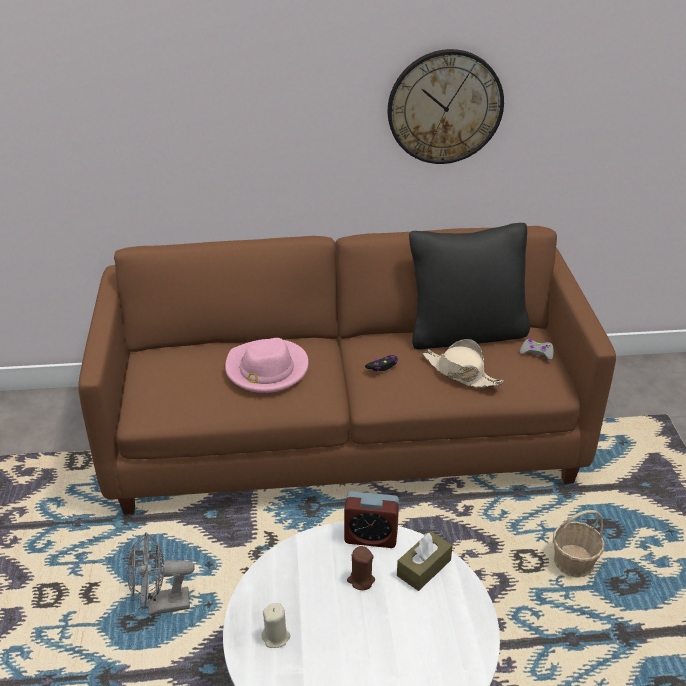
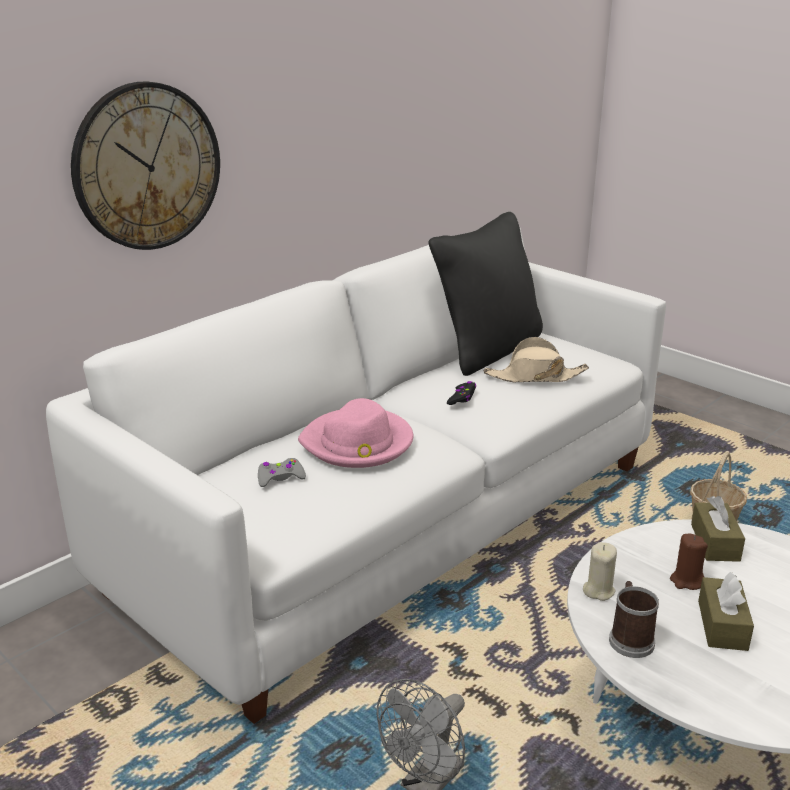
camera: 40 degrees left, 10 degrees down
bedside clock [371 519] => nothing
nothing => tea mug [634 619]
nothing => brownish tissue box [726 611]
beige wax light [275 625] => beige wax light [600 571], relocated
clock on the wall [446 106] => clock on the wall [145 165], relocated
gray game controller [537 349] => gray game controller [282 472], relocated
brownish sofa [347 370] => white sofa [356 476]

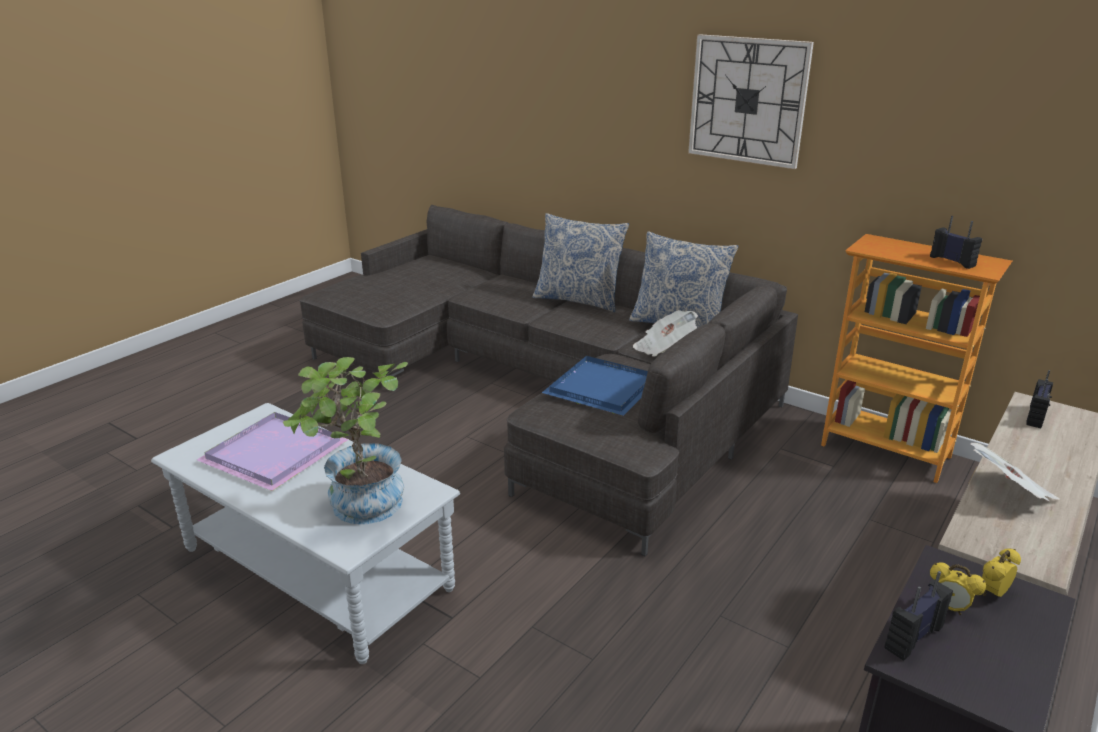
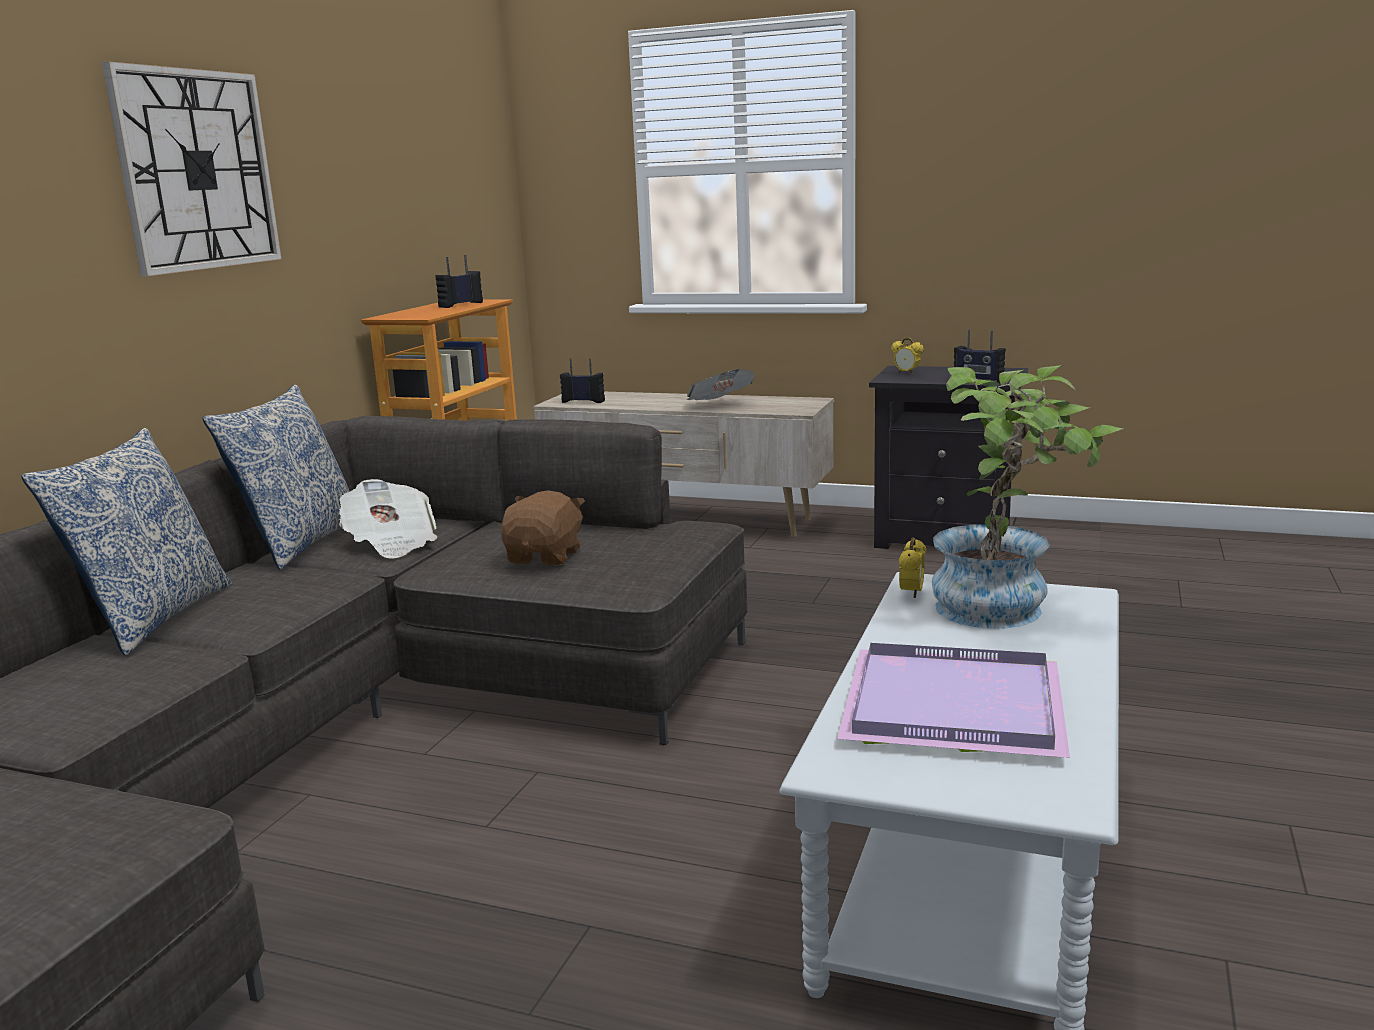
camera: 105 degrees left, 10 degrees down
bedside clock [958 588] => bedside clock [912 567], relocated
blue-coloured tray [595 386] => brownish soft toy [543 528]

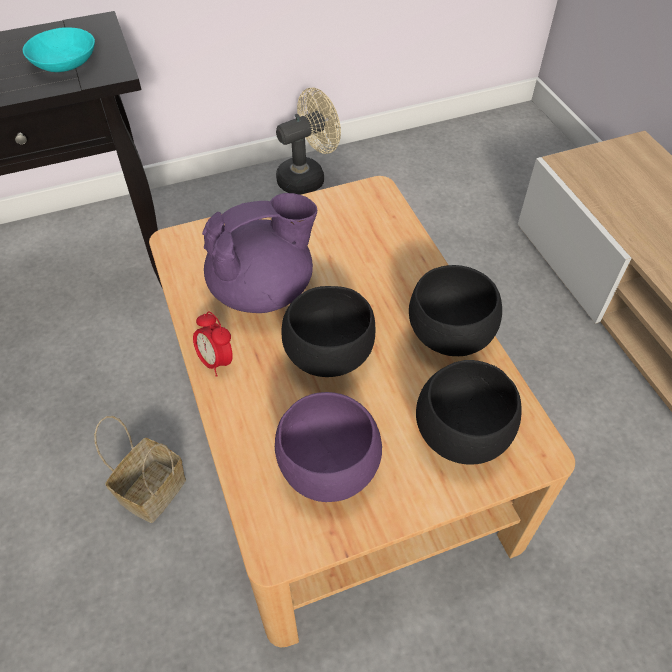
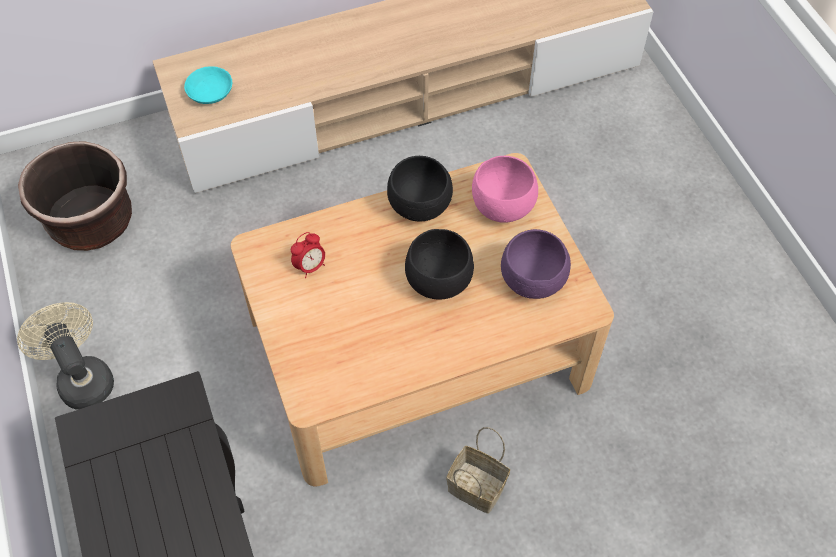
camera: 90 degrees left, 5 degrees up
purplish tea pot [259 253] => nothing
nothing => brownish planter [75 196]
blue-green bowl [59 49] => blue-green bowl [208 85], relocated
bedside clock [213 344] => bedside clock [308 255], relocated
blackish bowl [469 412] => pink-coloured bowl [505 189]

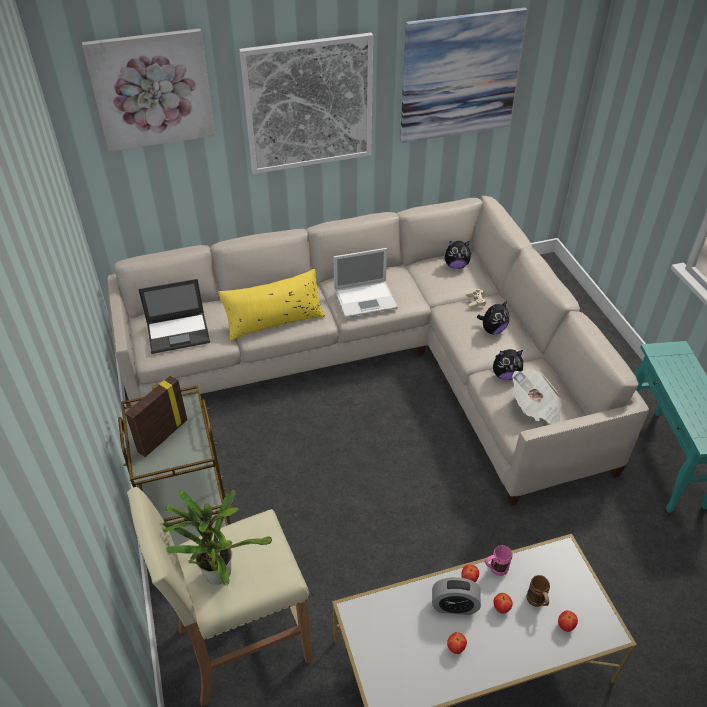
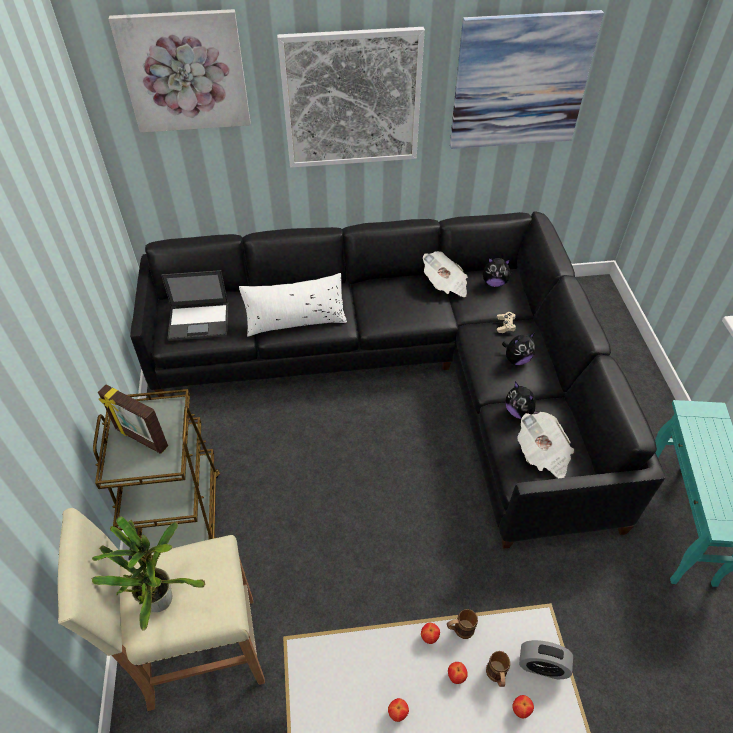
camera: 10 degrees right, 5 degrees up
laptop [365 283] => nothing
nothing => newspaper [445 274]
bedside clock [456 596] => bedside clock [546 659], relocated
beige sofa [378 351] => blackish sofa [397 380]
yellow-coloured pillow [271 305] => white pillow [293 305]
pink-coloured tea mug [498 560] => brownish tea mug [462 624]
photo frame [156 416] => photo frame [133 419], 105 degrees counterclockwise
soft toy [508 364] => soft toy [522 400], 45 degrees clockwise

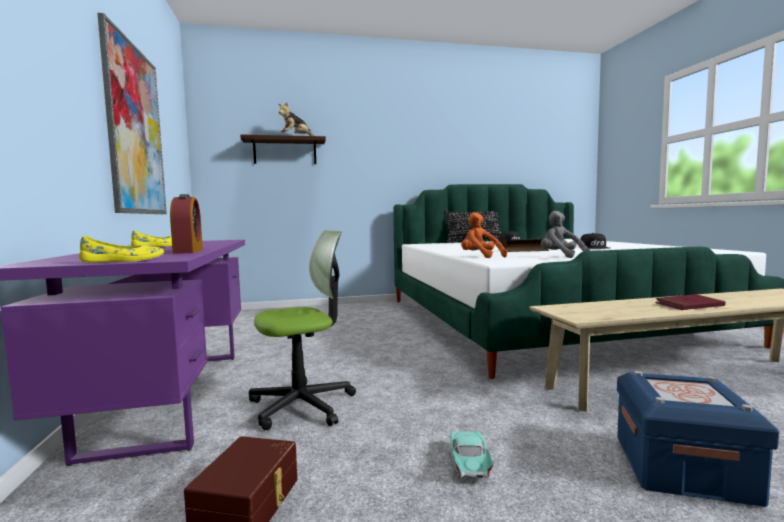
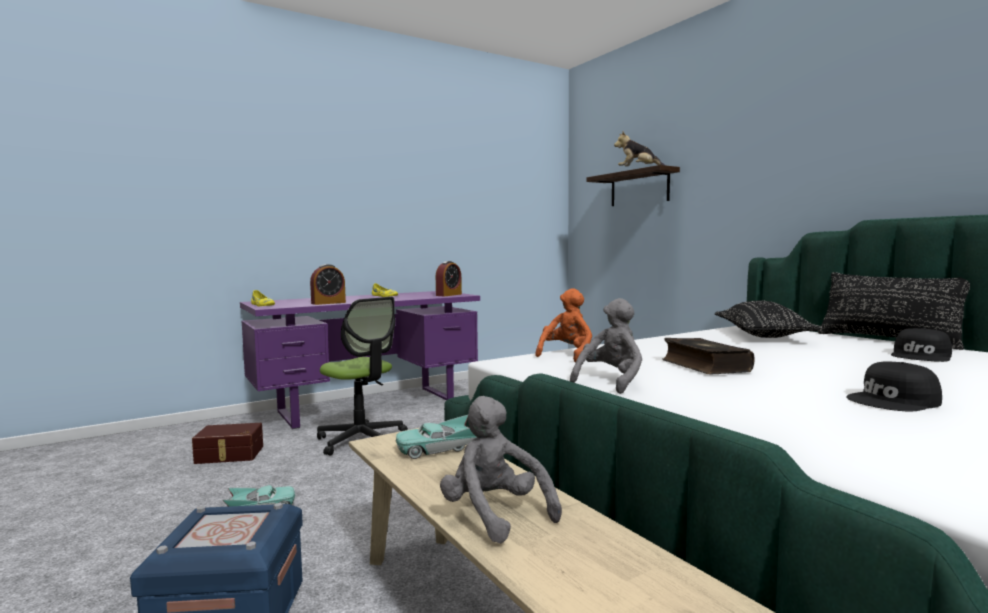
camera: 70 degrees right, 0 degrees up
picture [132 113] => nothing
nothing => blue-green miniature car [436 437]
nothing => bedside clock [449 278]
nothing => blackish pillow [769 319]
red bound book [690 302] => gray soft toy [501 470]

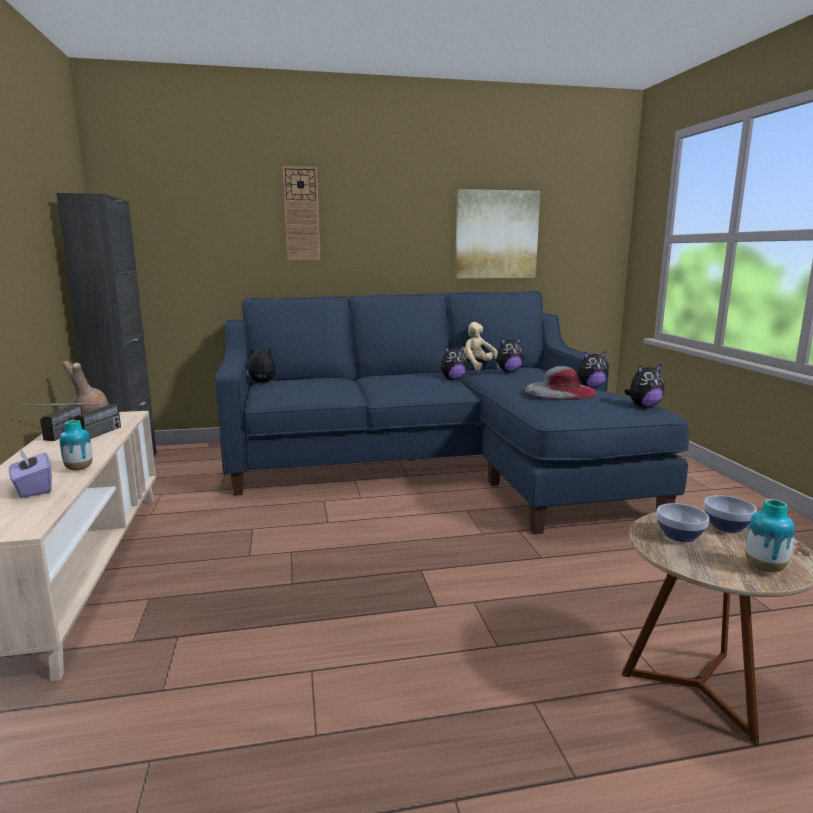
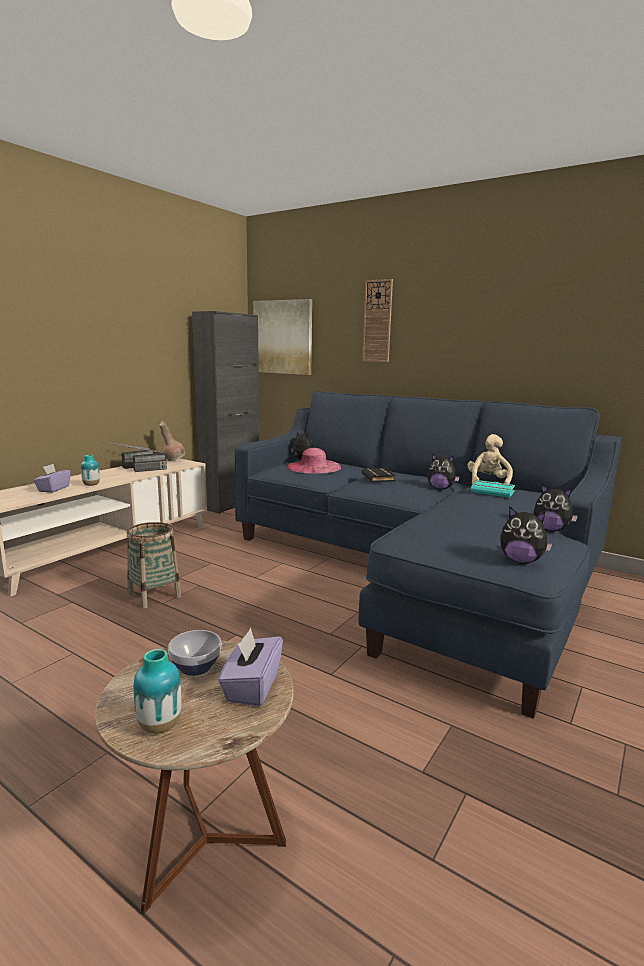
camera: 45 degrees right, 0 degrees up
gray hat [561 383] => nothing
nothing => household basket [154 565]
nothing => pink-coloured hat [314 461]
nothing => blackish bound book [378 475]
picture [497 233] => picture [282 337], relocated
soft toy [509 354] => blue-green bound book [493 489]
bowl [730 514] => purplish tissue box [250 667]

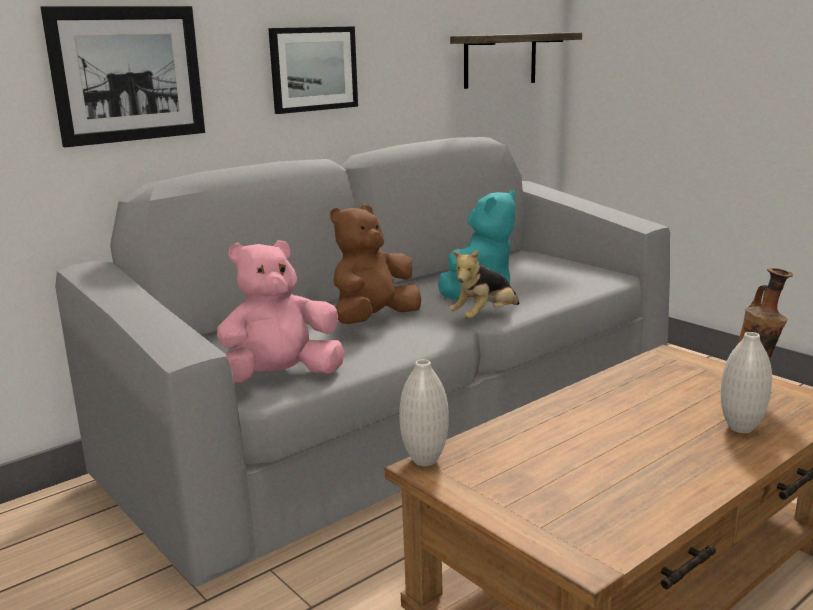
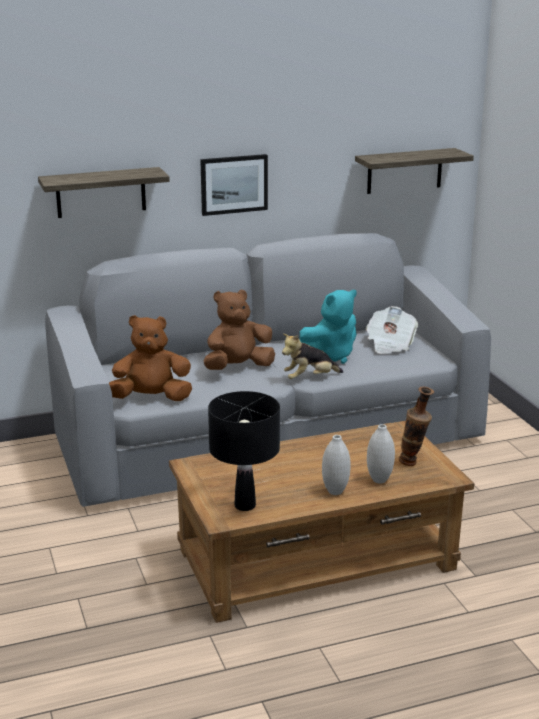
camera: 20 degrees right, 5 degrees up
nothing => blackish lamp for a table [244 451]
nothing => newspaper [392 330]
white vase [424 412] => white vase [336 465], relocated
picture [123 76] => shelf [104 192]
pink-coloured soft toy [281 311] => brownish soft toy [150 358]

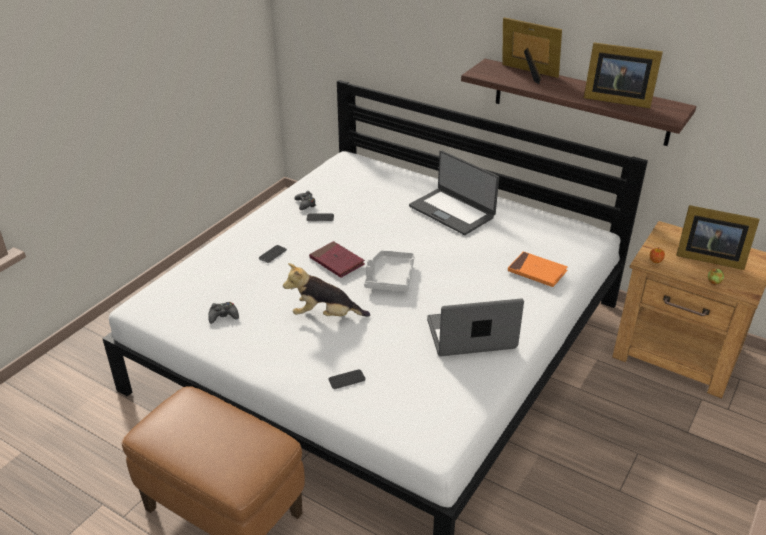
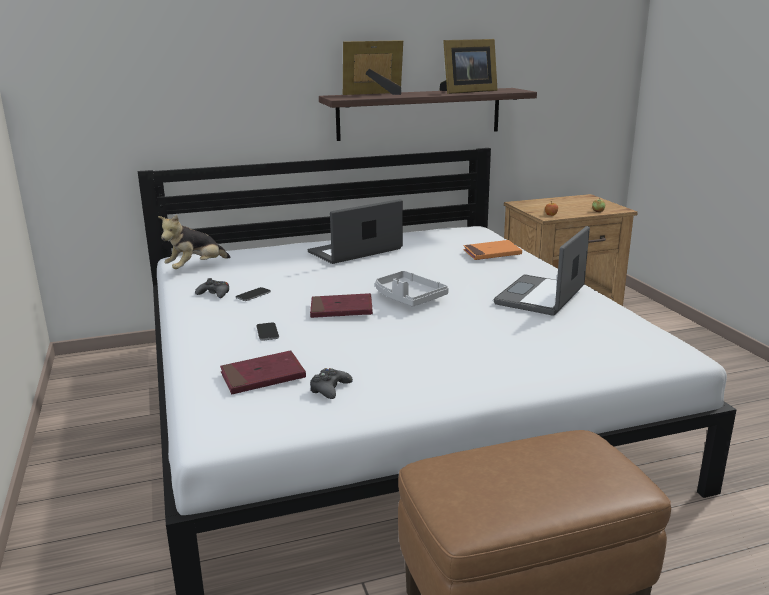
camera: 50 degrees left, 15 degrees down
phone [347 379] => nothing
photo frame [718 237] => nothing
nothing => red bound book [263 372]
soft toy [326 289] => soft toy [194 242], relocated
laptop [454 192] => laptop [355 231], 150 degrees clockwise

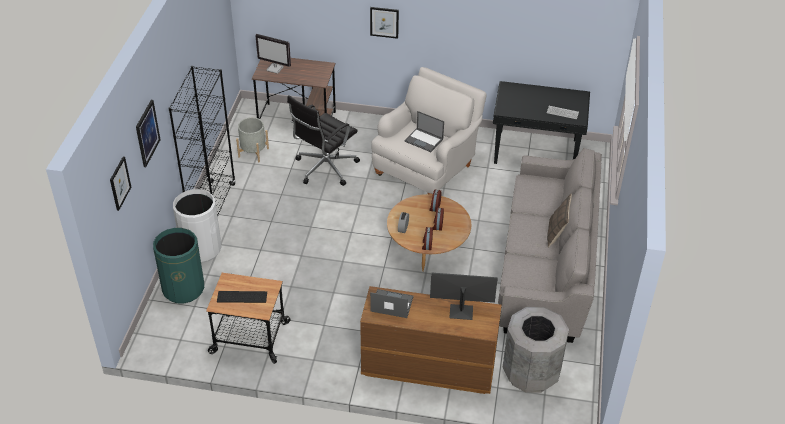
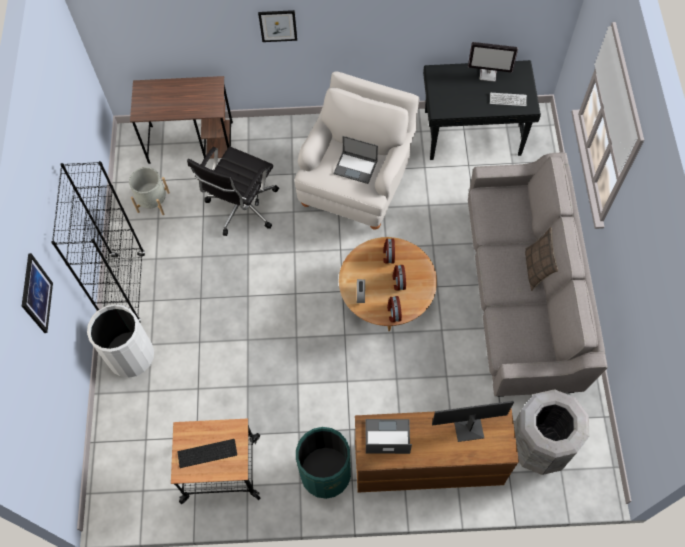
camera: 10 degrees left, 20 degrees up
picture [120 183] => nothing
greenish waste bin [178 265] => greenish waste bin [323 463], relocated
computer display [273 53] => computer display [493 62], relocated

